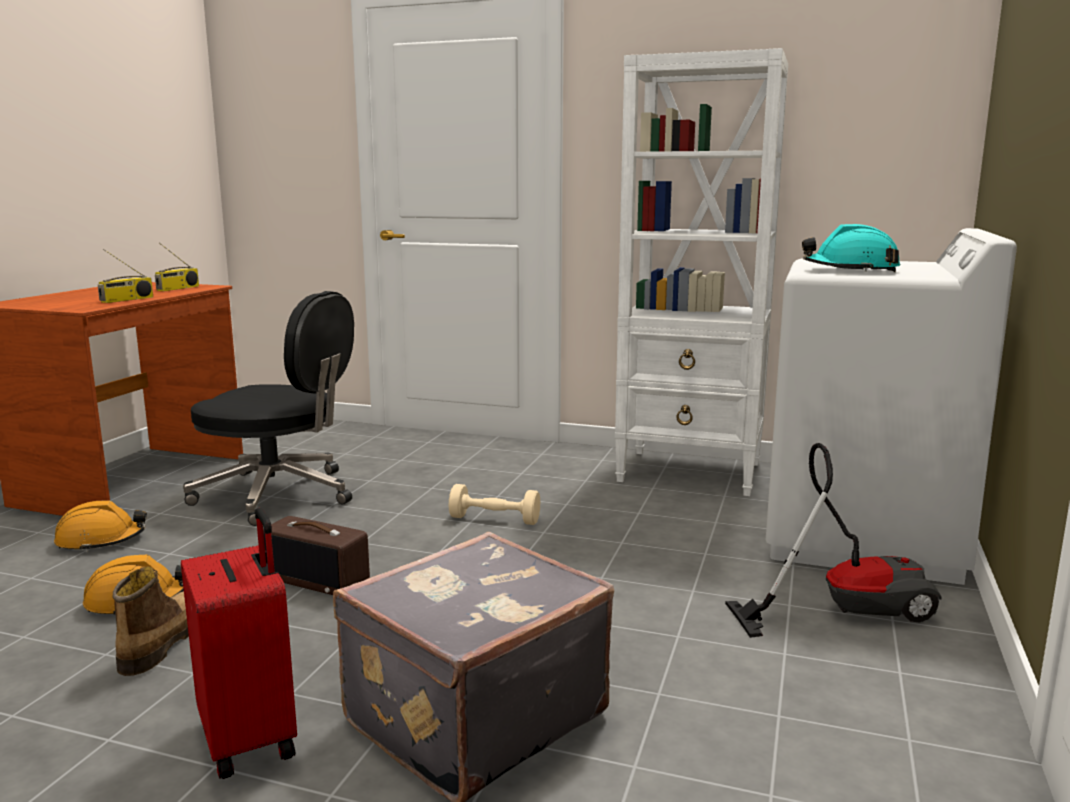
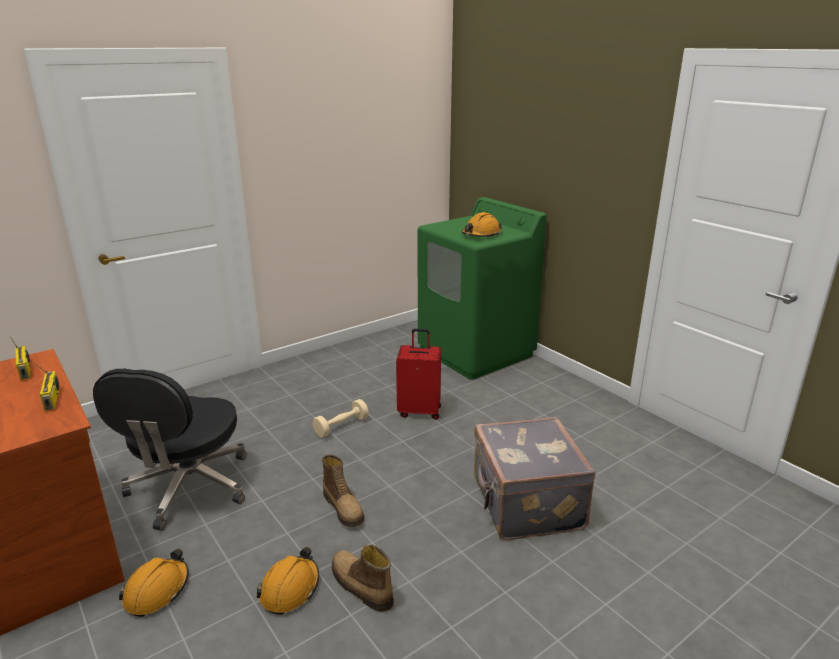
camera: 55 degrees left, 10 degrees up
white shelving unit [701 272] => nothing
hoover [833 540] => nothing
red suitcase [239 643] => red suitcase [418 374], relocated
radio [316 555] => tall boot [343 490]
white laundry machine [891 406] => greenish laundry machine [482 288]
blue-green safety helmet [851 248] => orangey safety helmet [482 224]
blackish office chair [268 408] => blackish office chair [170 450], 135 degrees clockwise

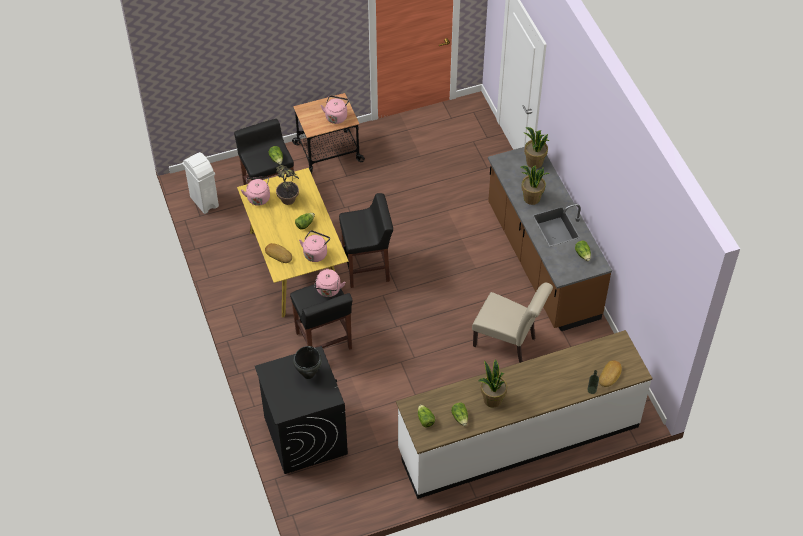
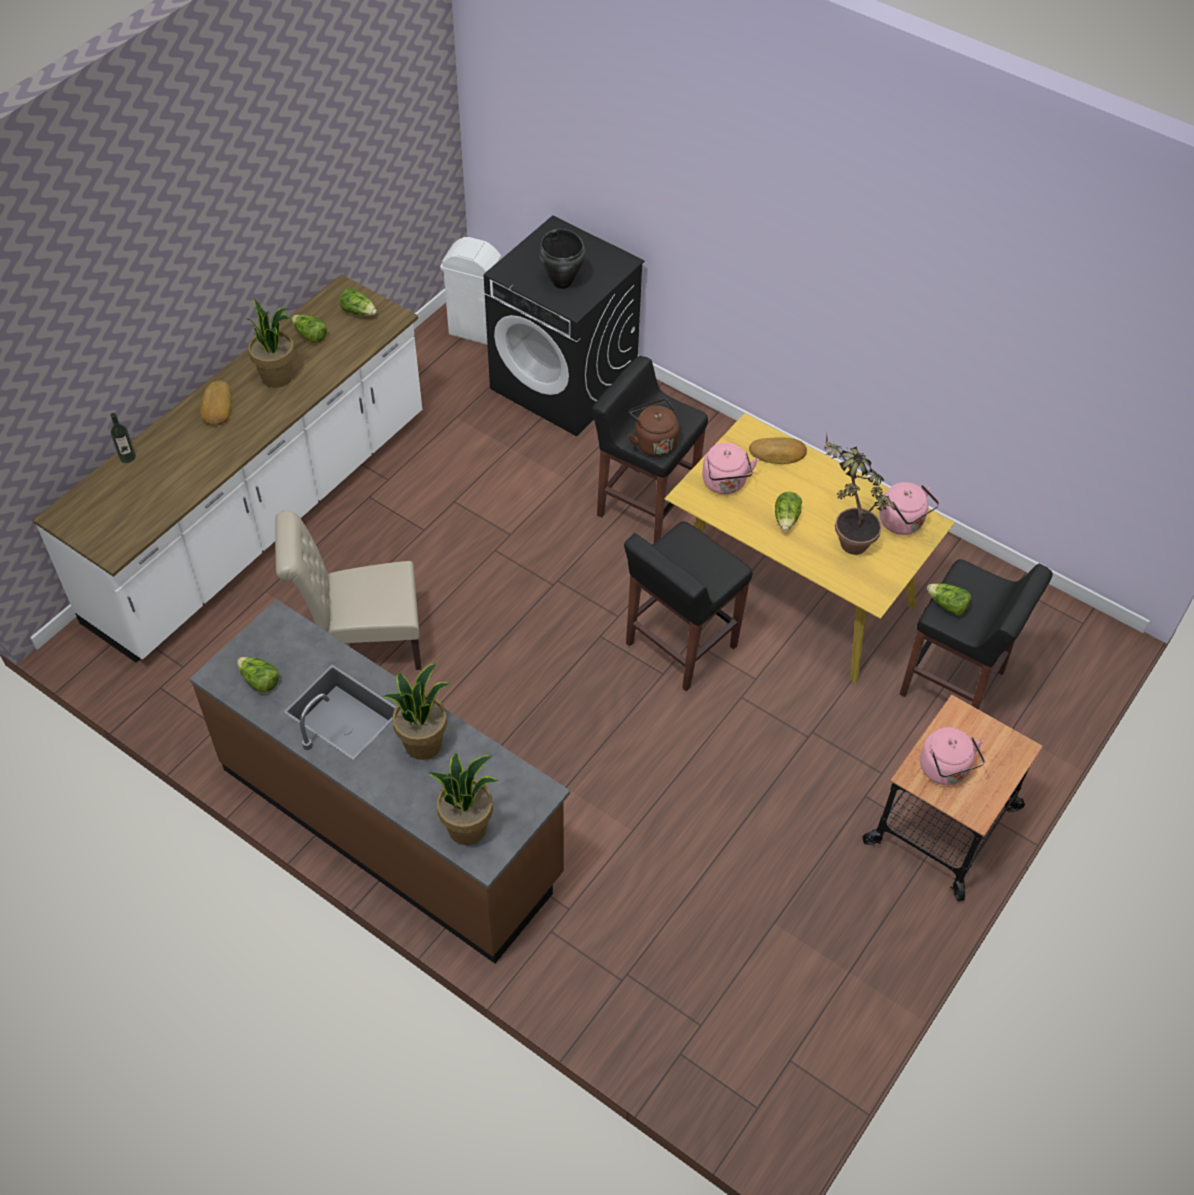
camera: 145 degrees right, 0 degrees up
white waste bin [201 183] => white waste bin [470 291], relocated
bread [610 373] => bread [216 402], relocated
pink-coloured tea kettle [330 283] => brownish tea kettle [653 428]

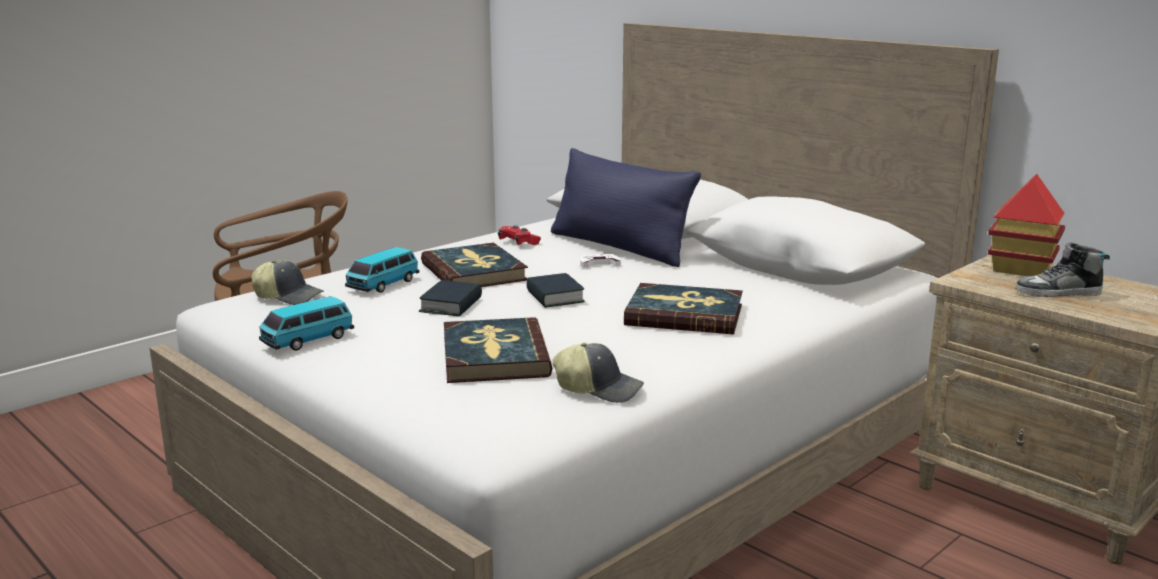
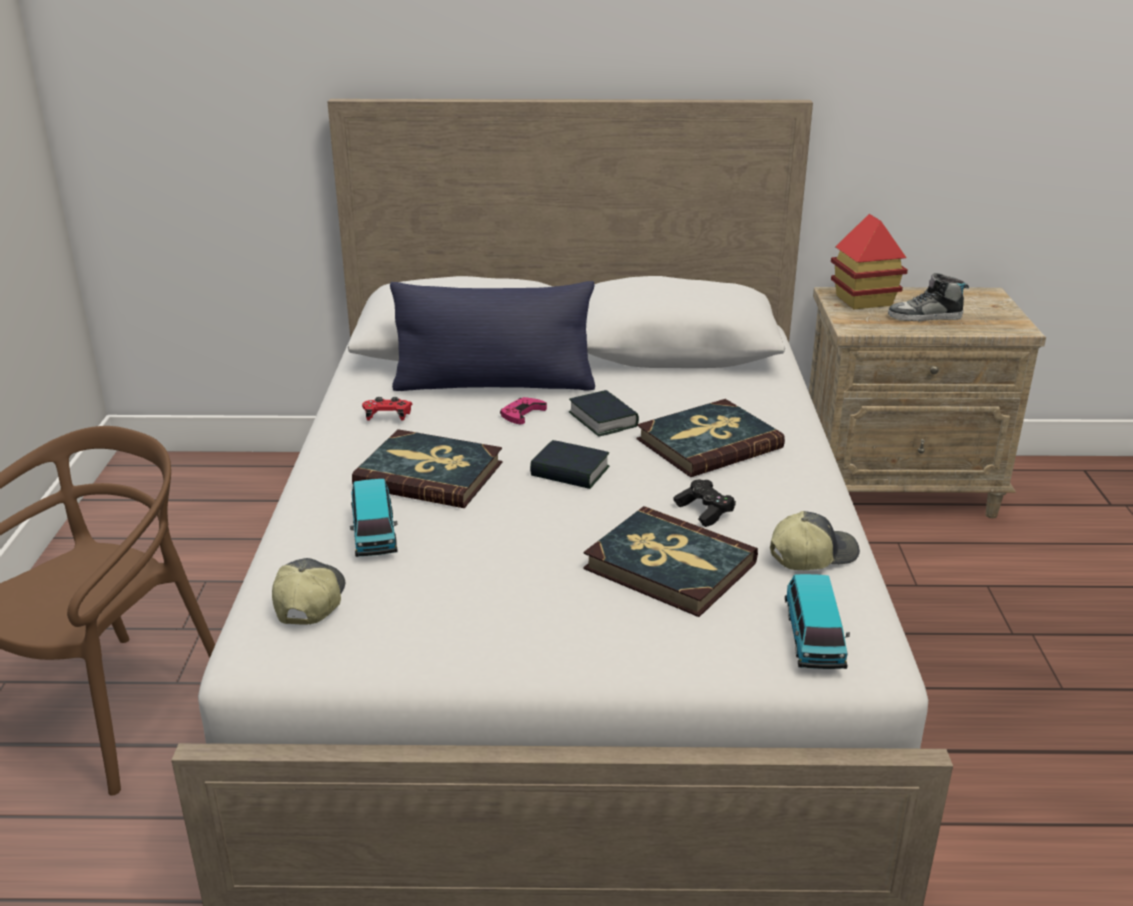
camera: 45 degrees left, 10 degrees up
nothing => blackish game controller [704 503]
miniature car [306 323] => miniature car [817 621], relocated
bound book [450 298] => bound book [604 413], relocated
white game controller [600 261] => pink-coloured game controller [523 410]
baseball cap [287 282] => baseball cap [308 591], 60 degrees counterclockwise
low shoe [1062 269] => low shoe [928 297], 45 degrees clockwise

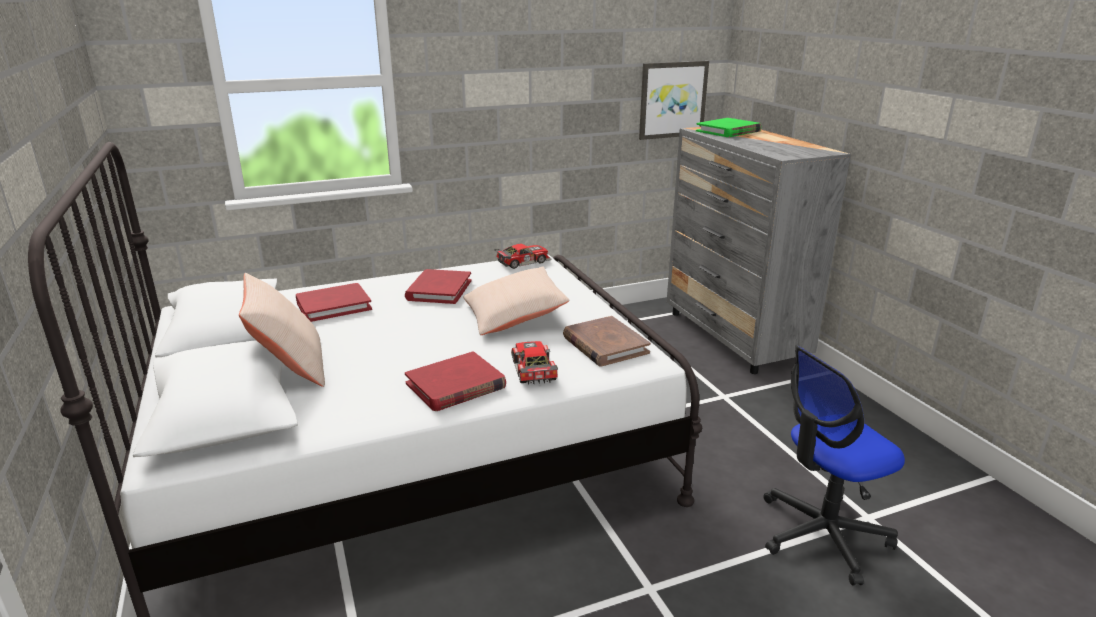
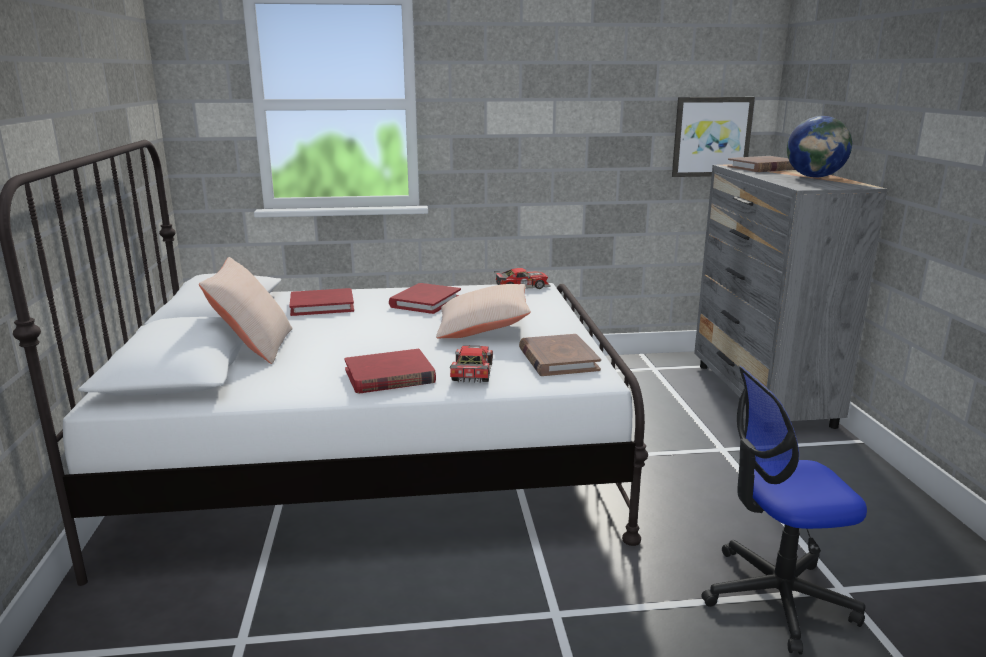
camera: 15 degrees right, 5 degrees down
nothing => world globe [819 146]
greenish bound book [728 127] => brownish bound book [761 164]

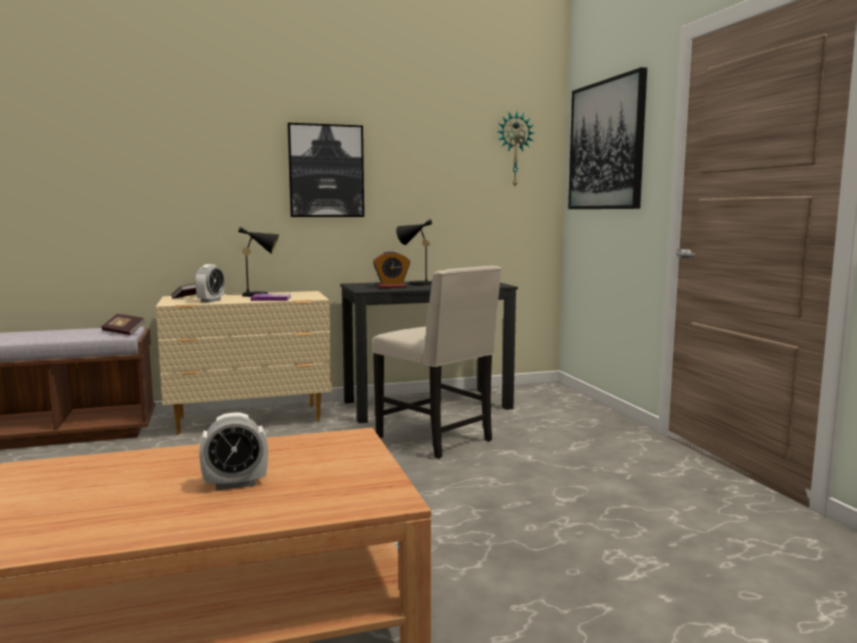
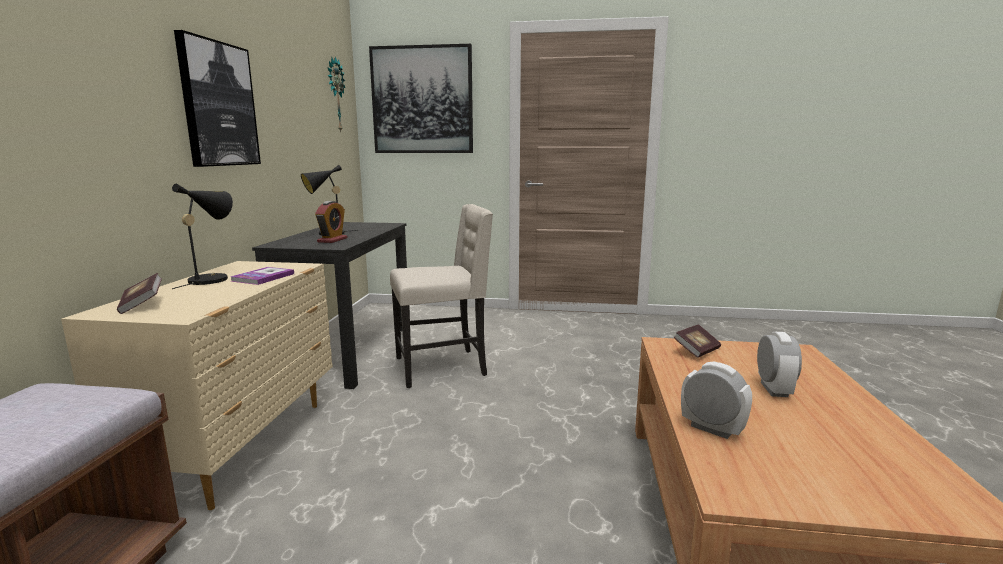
camera: 65 degrees left, 5 degrees up
bound book [123 324] => bound book [697 341], relocated
bedside clock [210 283] => bedside clock [716 400], relocated

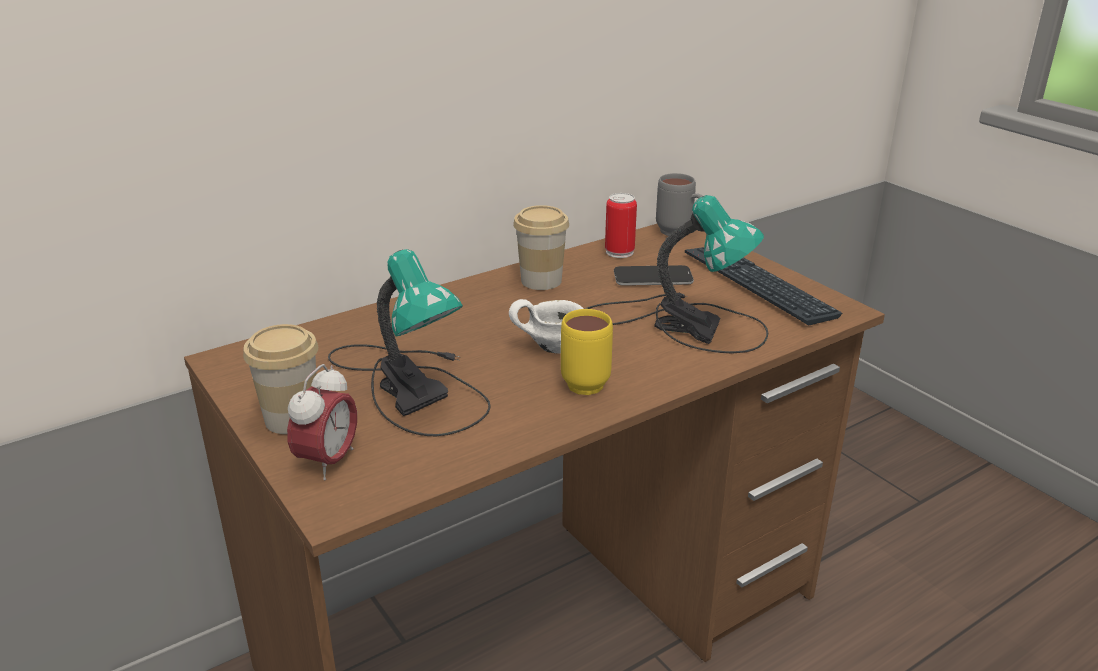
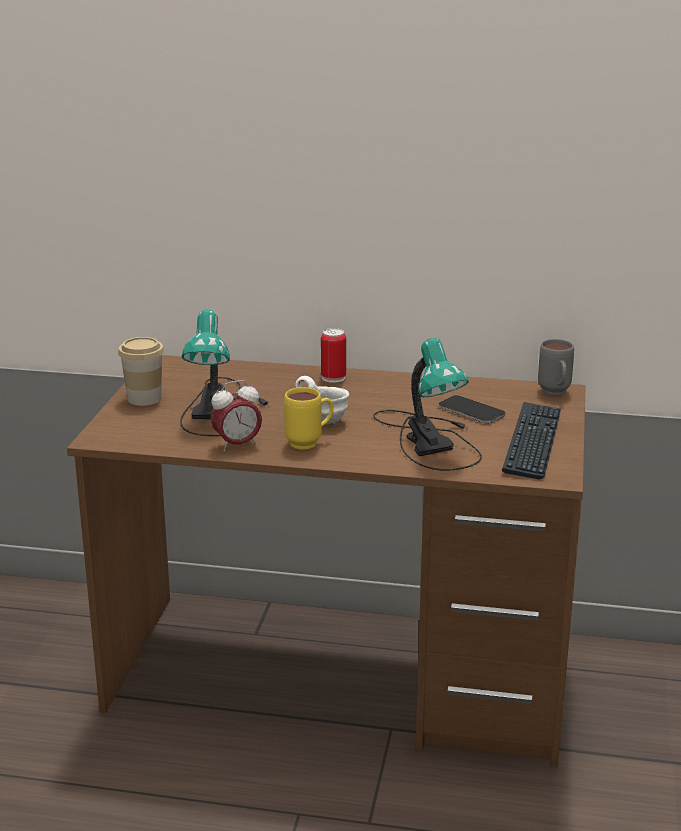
camera: 45 degrees right, 5 degrees down
cup [541 247] => nothing
bedside clock [322 422] => bedside clock [236 416], relocated
metal can [621 225] => metal can [333 355], relocated

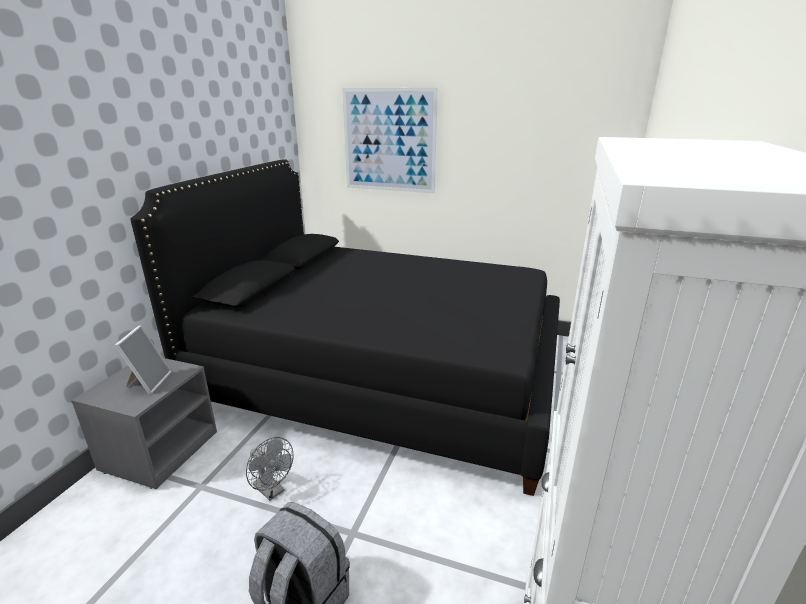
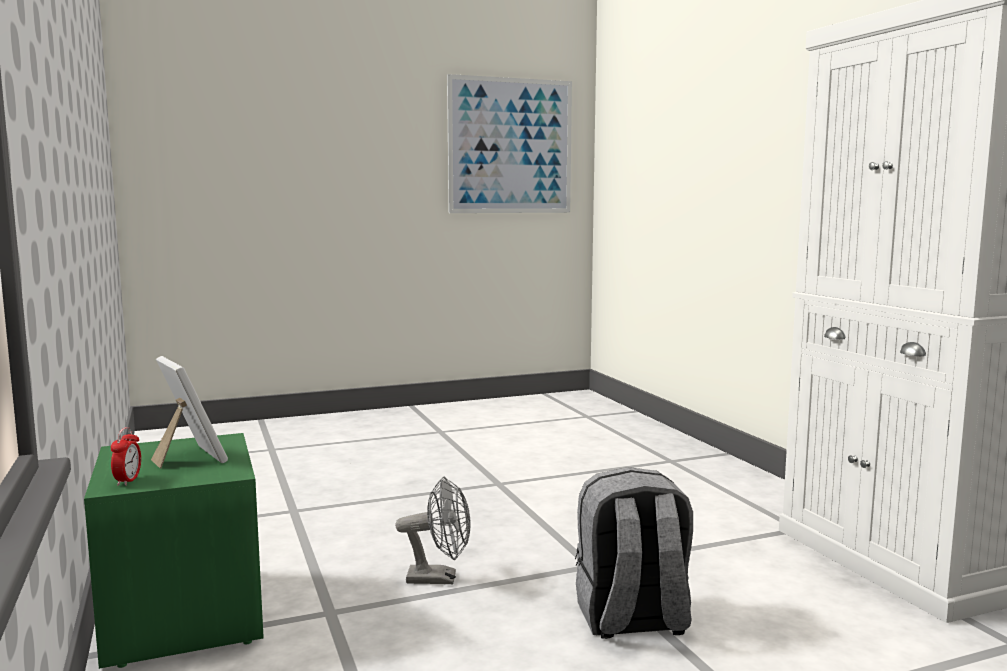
camera: 40 degrees left, 15 degrees down
blackish bed [345 327] => nothing
nothing => bedside clock [126 456]
picture [390 140] => picture [509 143], relocated
gray night table [144 423] => greenish night table [174 551]

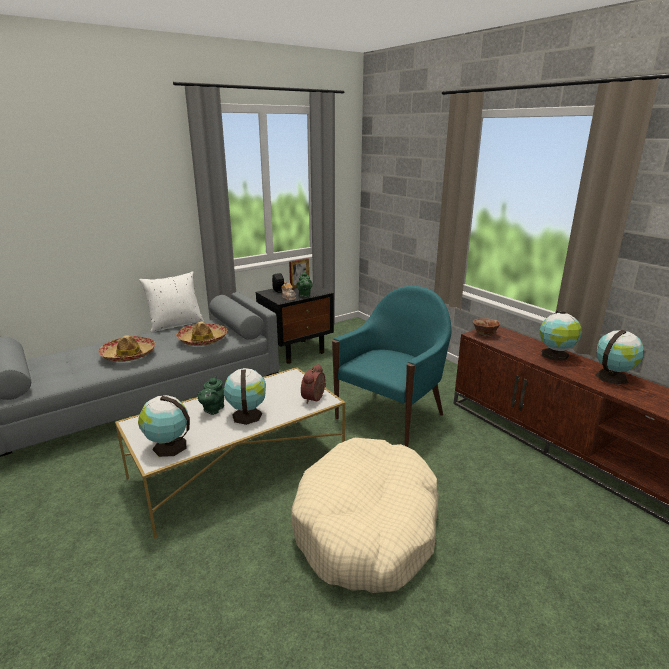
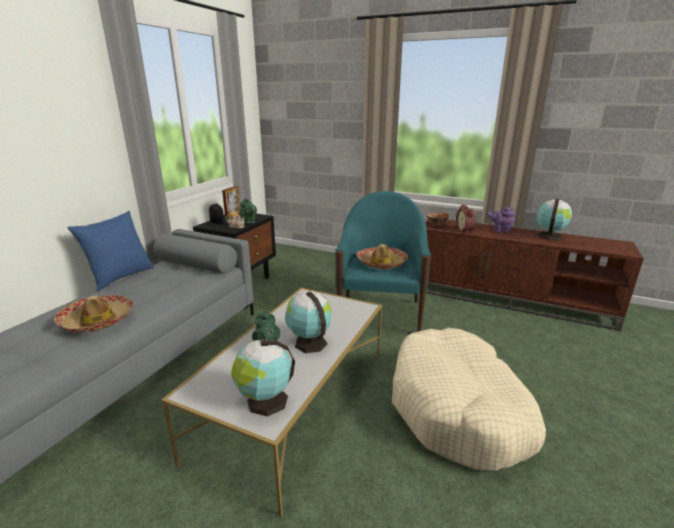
camera: 30 degrees left, 0 degrees up
hat [201 334] => hat [382 256], relocated
bedside clock [313 383] => bedside clock [466 218], relocated
world globe [561 336] => purplish tea pot [501 220]
white pillow [171 302] => blue-coloured pillow [110 251]

